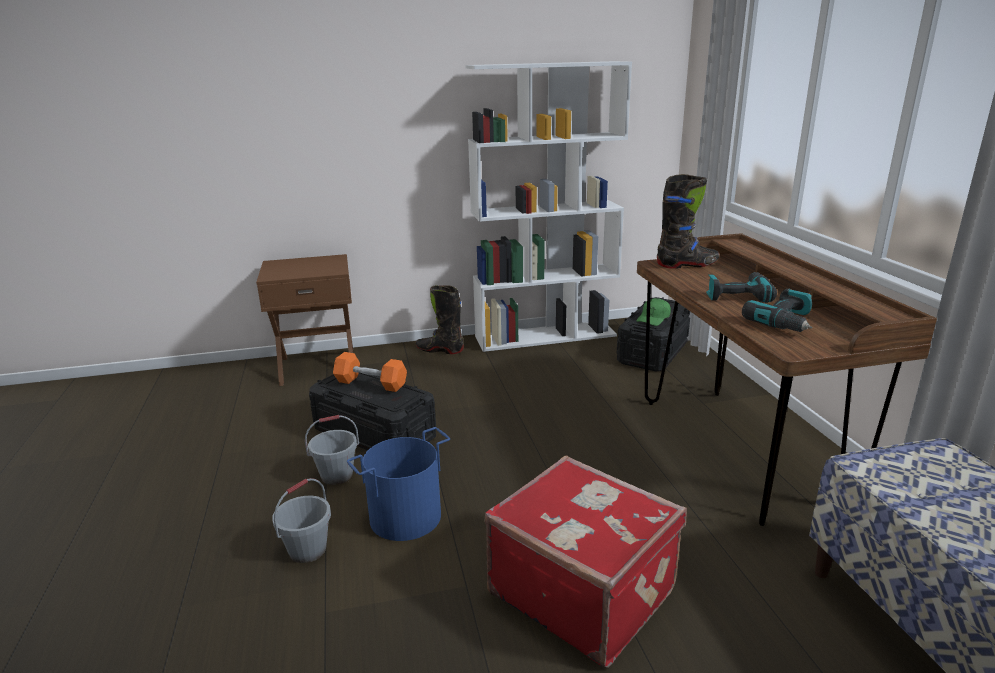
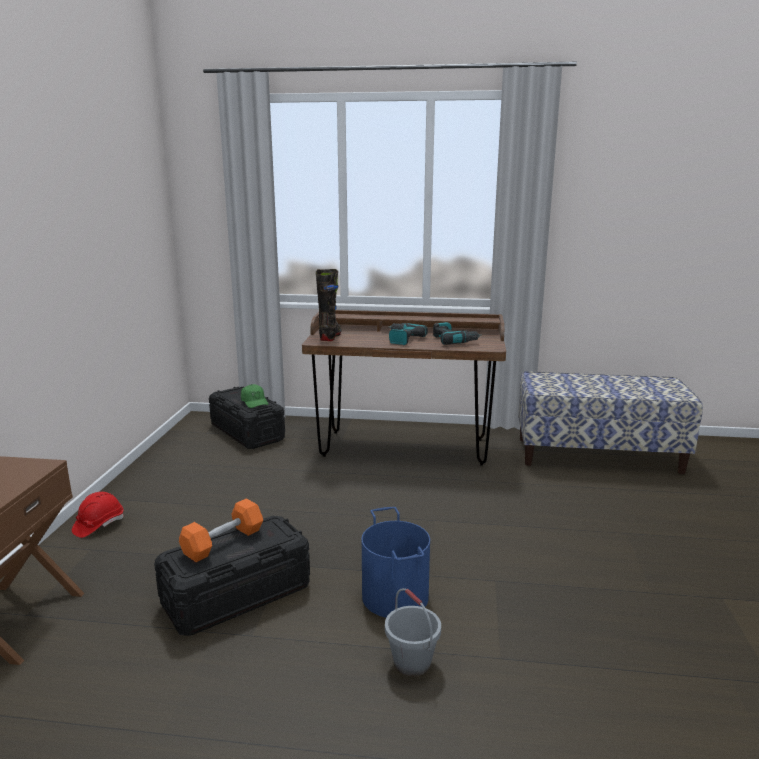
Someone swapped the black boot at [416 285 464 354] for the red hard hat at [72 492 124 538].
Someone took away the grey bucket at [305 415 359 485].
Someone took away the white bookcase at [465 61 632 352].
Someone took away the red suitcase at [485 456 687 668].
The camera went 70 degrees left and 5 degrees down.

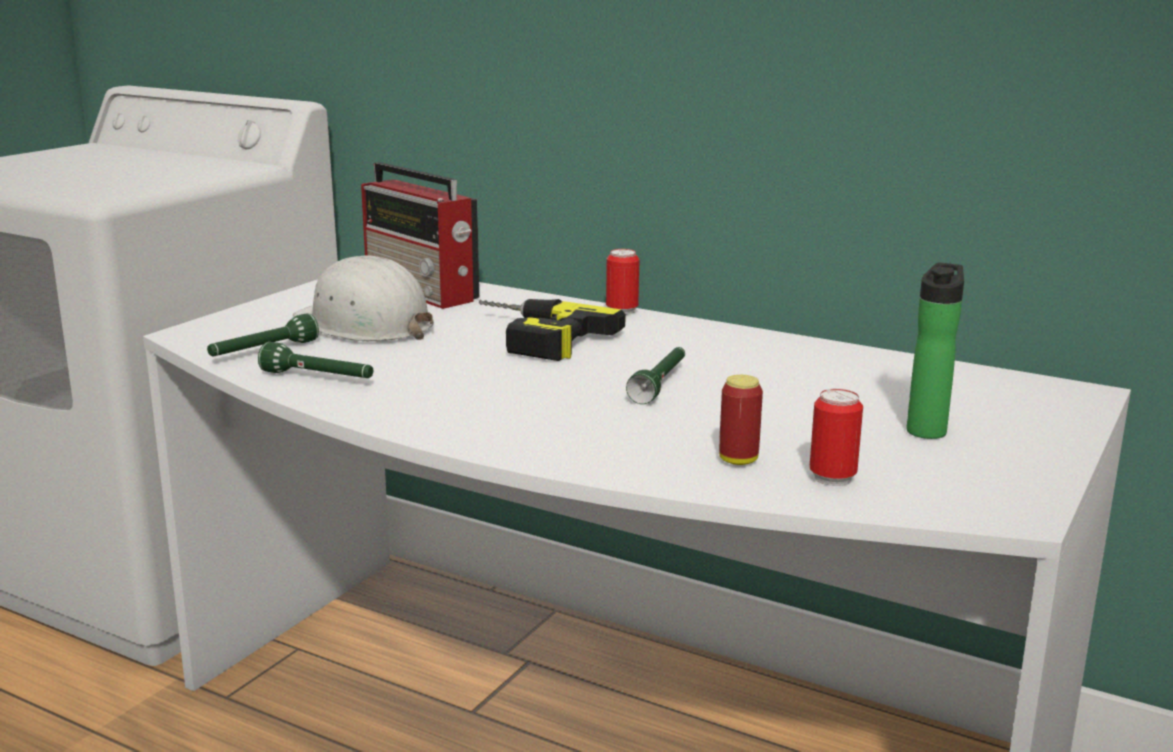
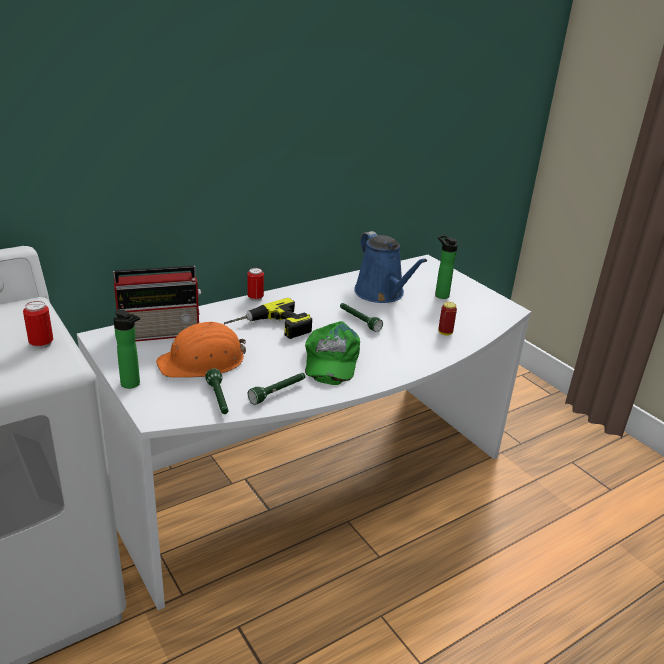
Someone carried the can from [809 389 863 486] to [23 301 53 349].
Someone put down the bottle at [113 309 140 389].
Someone repainted the white hard hat at [293 255 434 341], which became the orange hard hat at [156 322 246 378].
Someone put down the green cap at [305 321 360 385].
Someone put down the blue watering can at [354 231 427 303].
The camera went 65 degrees left and 10 degrees up.

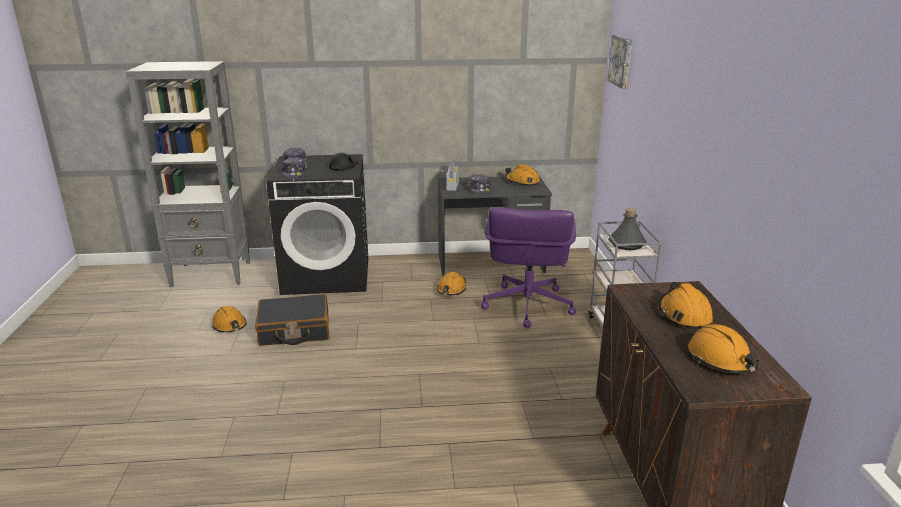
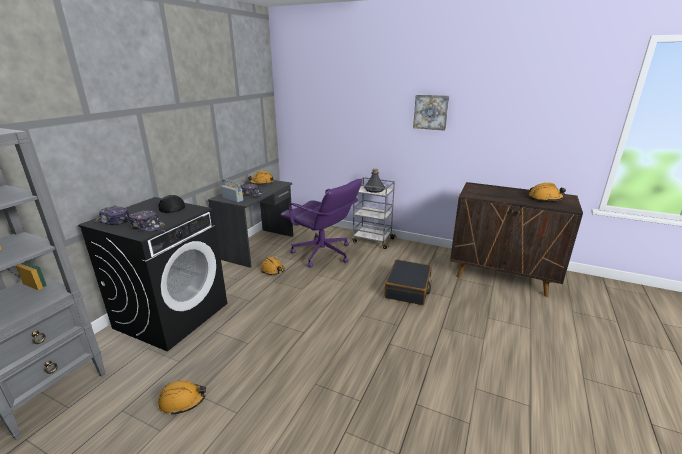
Someone carried the black suitcase from [255 294 330 346] to [385 260 432 305].
Someone carried the picture from [608 35 632 88] to [413 95 449 131].
Someone took away the orange hard hat at [659 282 713 330].
The camera went 60 degrees left and 0 degrees up.

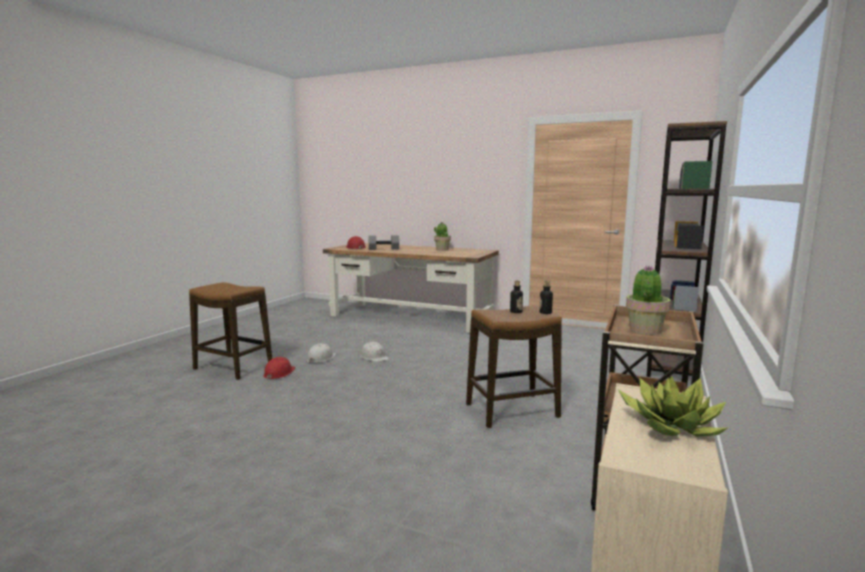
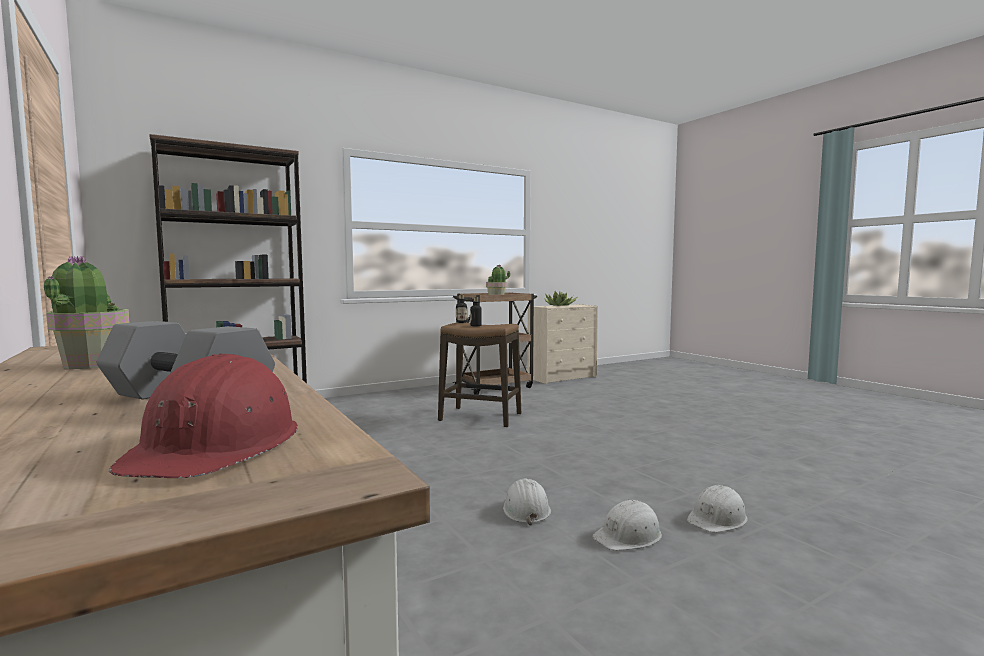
Someone repainted the red hard hat at [263 357 295 380], which became the white hard hat at [687 485 748 533].
Someone took away the stool at [189 282 272 380].
The camera went 145 degrees left and 5 degrees down.

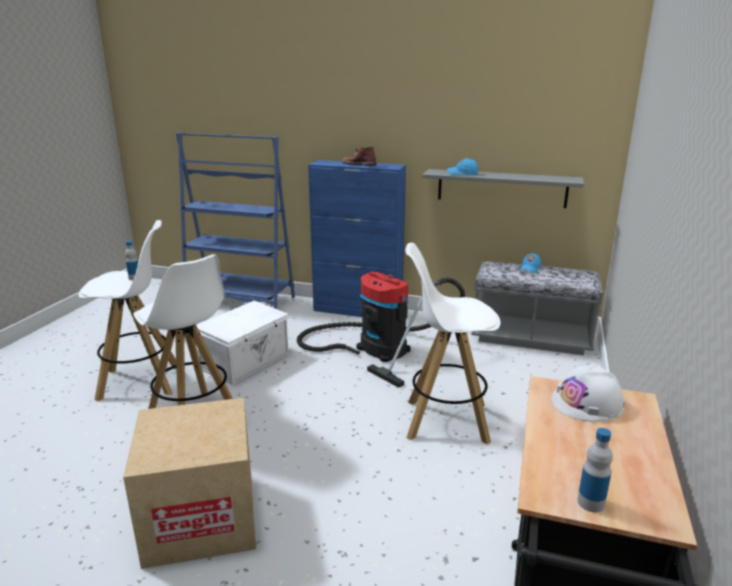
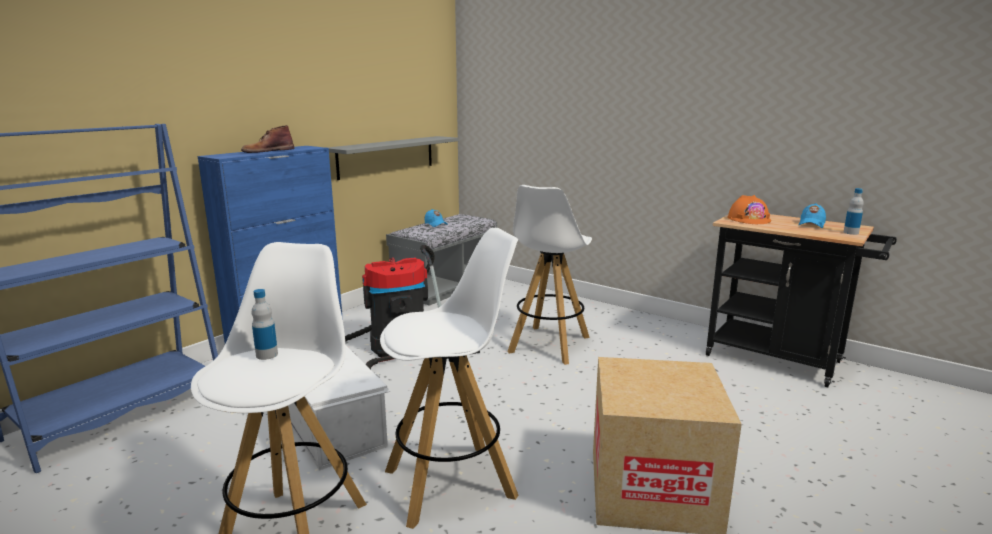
Someone repainted the white hard hat at [551 363 625 422], which became the orange hard hat at [727 195 771 224].
Someone carried the blue cap from [448 158 479 175] to [799 203 826 228].
The camera went 70 degrees left and 5 degrees down.

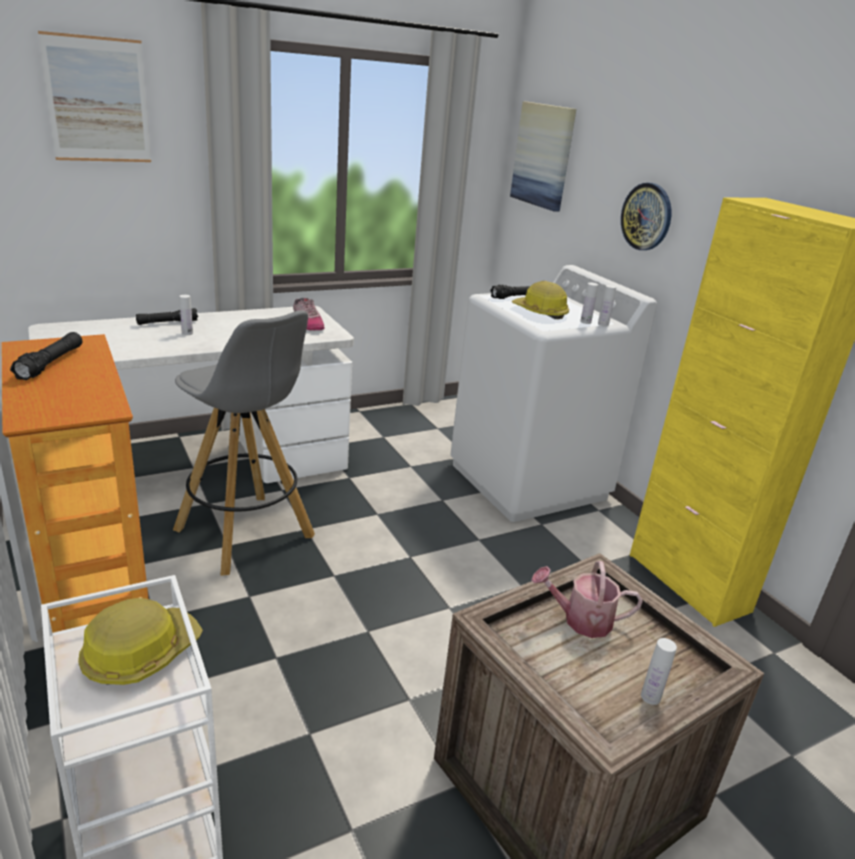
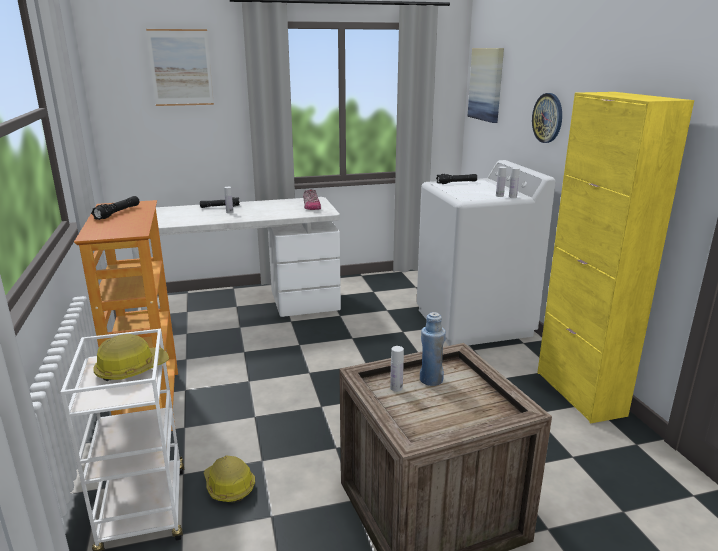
Someone carried the hard hat from [512 281 569 319] to [204 456 255 503].
Someone carried the white bottle from [641 638 677 705] to [390 346 404 392].
Someone swapped the watering can at [531 561 643 638] for the blue bottle at [420 312 446 386].
Someone took away the grey stool at [173 310 315 576].
The camera went 15 degrees right and 5 degrees down.

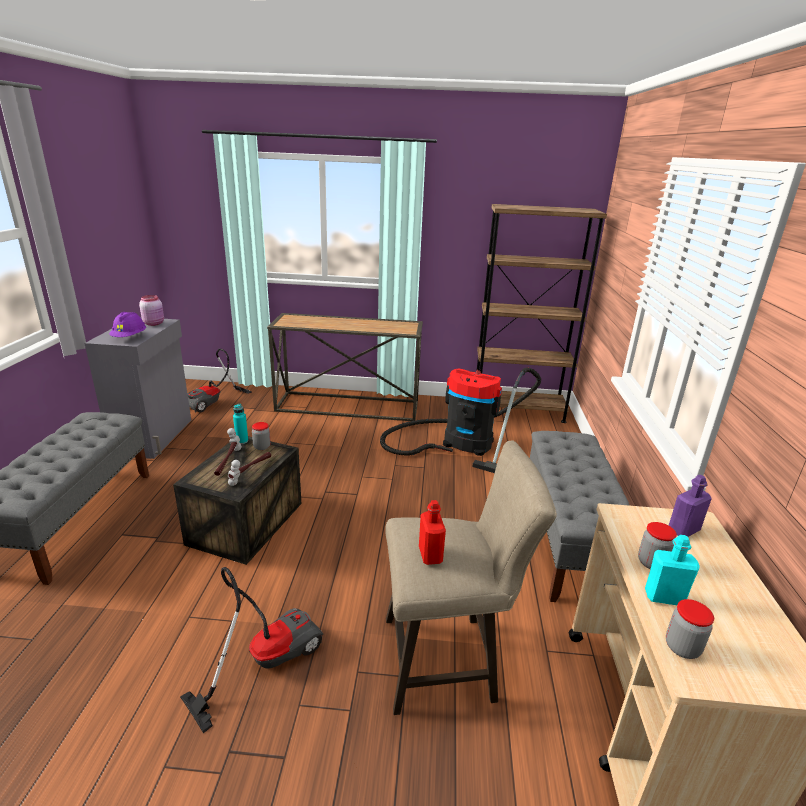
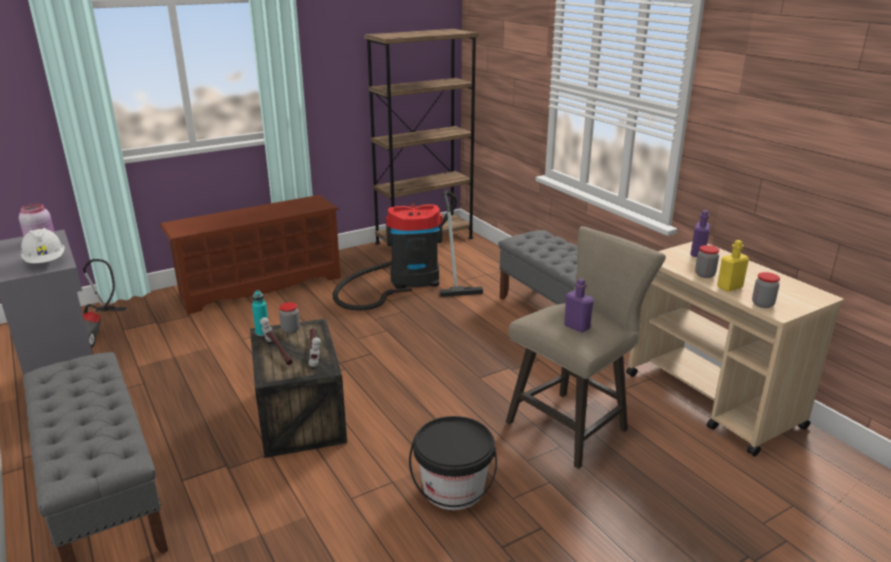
Someone repainted the purple hard hat at [109 312 146 337], which became the white hard hat at [21 228 65 263].
Someone swapped the console table at [267 313 423 421] for the brown shoe rack at [159 195 341 315].
Someone swapped the vacuum cleaner at [180 567 323 733] for the black bucket at [409 416 497 510].
Someone repainted the red bottle at [419 500 446 565], which became the purple bottle at [564 279 594 333].
Someone repainted the turquoise bottle at [645 535 700 605], which became the yellow bottle at [717 240 749 292].
The camera went 35 degrees left and 0 degrees up.

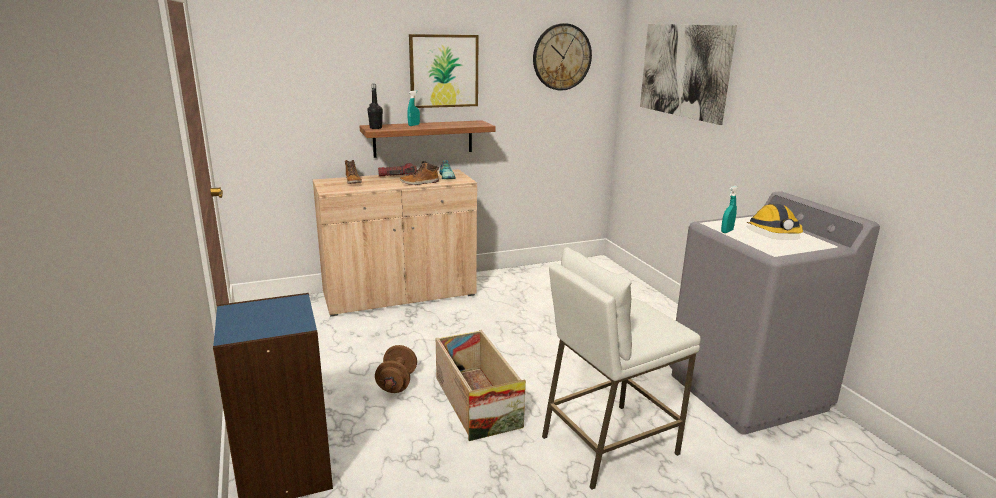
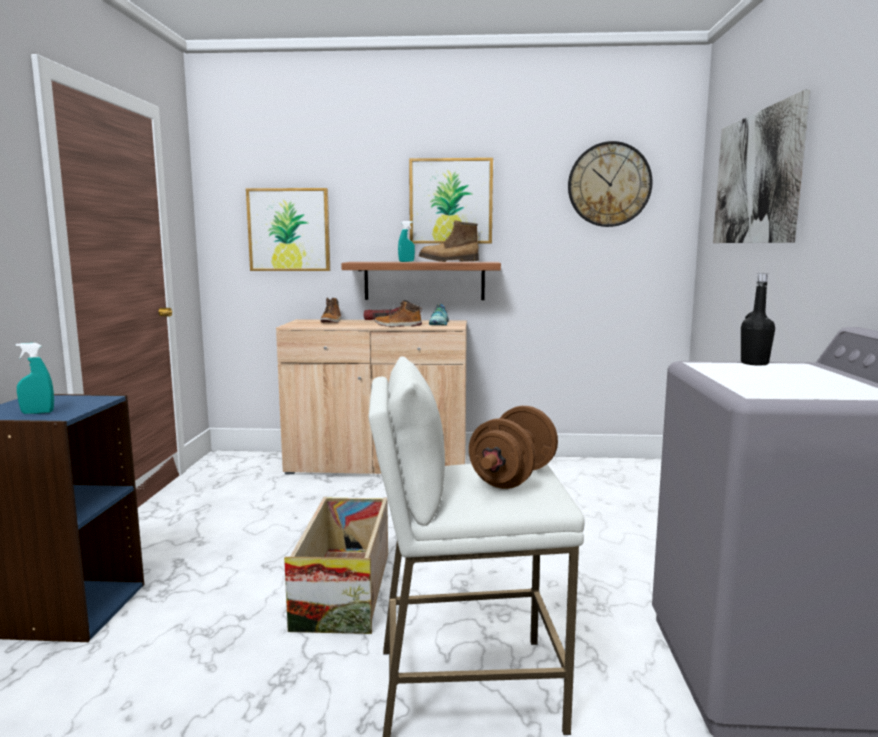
Someone carried the turquoise spray bottle from [721 186 738 233] to [16 343 54 414].
Someone put up the picture at [246 188 330 271].
Someone put down the boot at [419 220 479 262].
Someone carried the brown dumbbell from [375 345 417 393] to [469 406 558 489].
Someone carried the black bottle from [367 84 383 129] to [741 273 775 366].
Someone took away the hard hat at [747 204 803 233].
The camera went 25 degrees right and 10 degrees down.

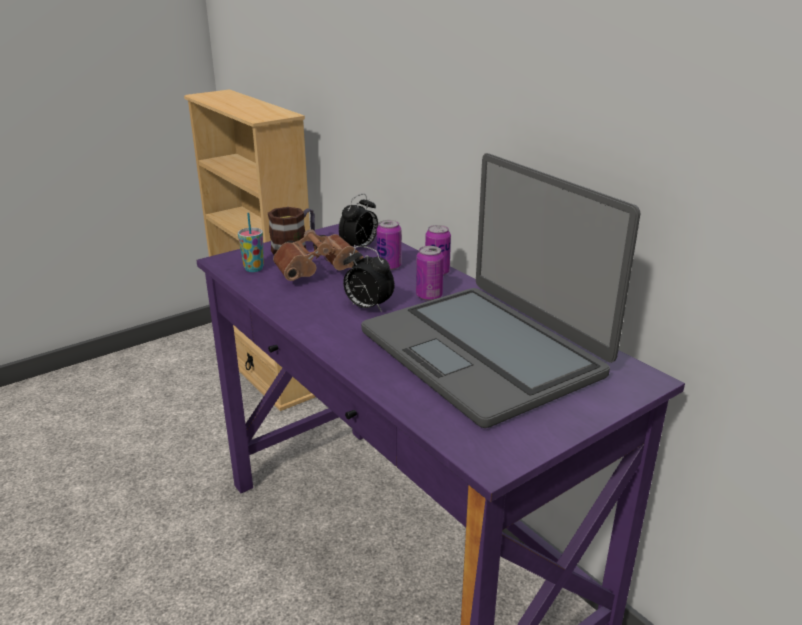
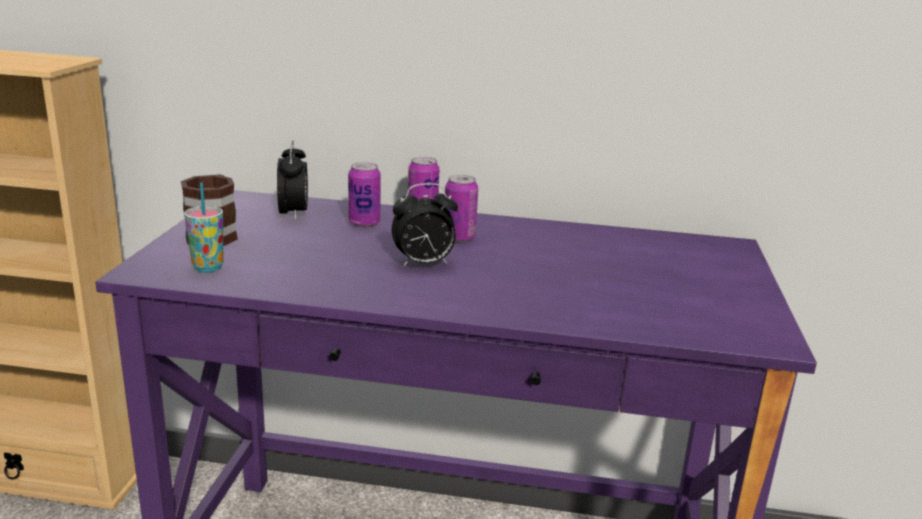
Someone took away the brown binoculars at [273 229 364 281].
Someone took away the laptop at [361 153 640 428].
The camera went 45 degrees left and 5 degrees down.

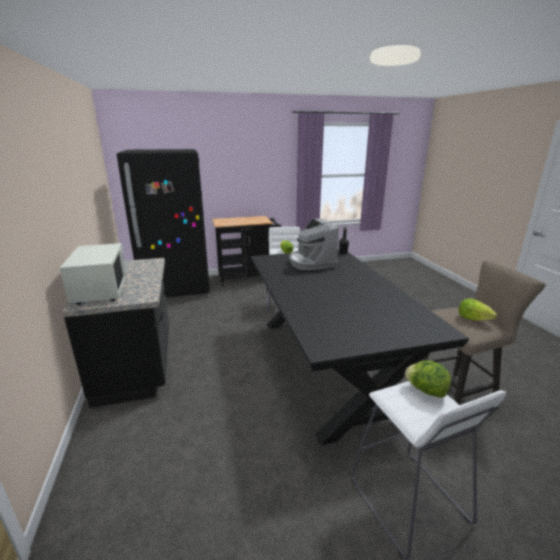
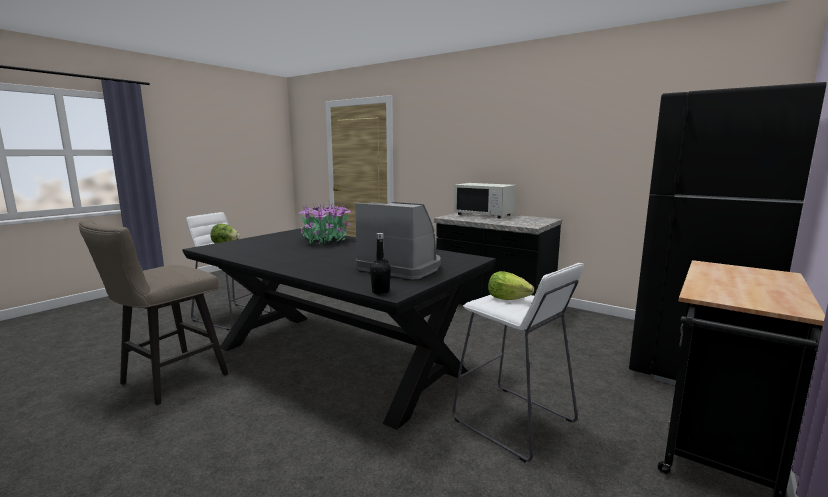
Someone put down the potted plant at [298 203 352 244].
Someone took away the lettuce at [459 298 497 321].
The camera went 140 degrees right and 10 degrees down.

